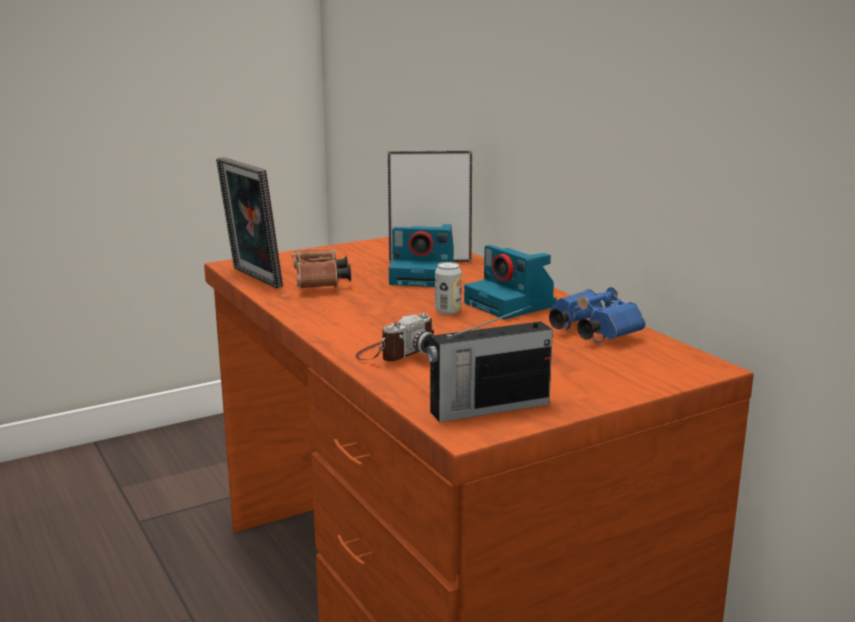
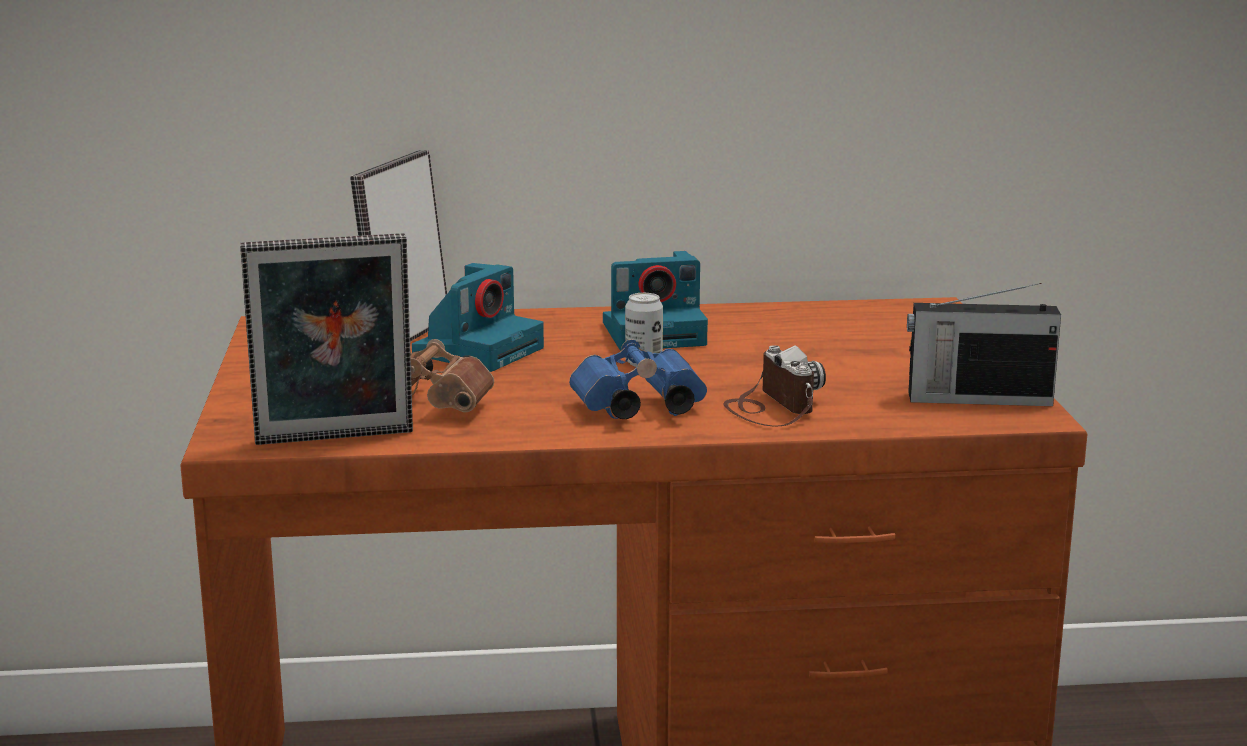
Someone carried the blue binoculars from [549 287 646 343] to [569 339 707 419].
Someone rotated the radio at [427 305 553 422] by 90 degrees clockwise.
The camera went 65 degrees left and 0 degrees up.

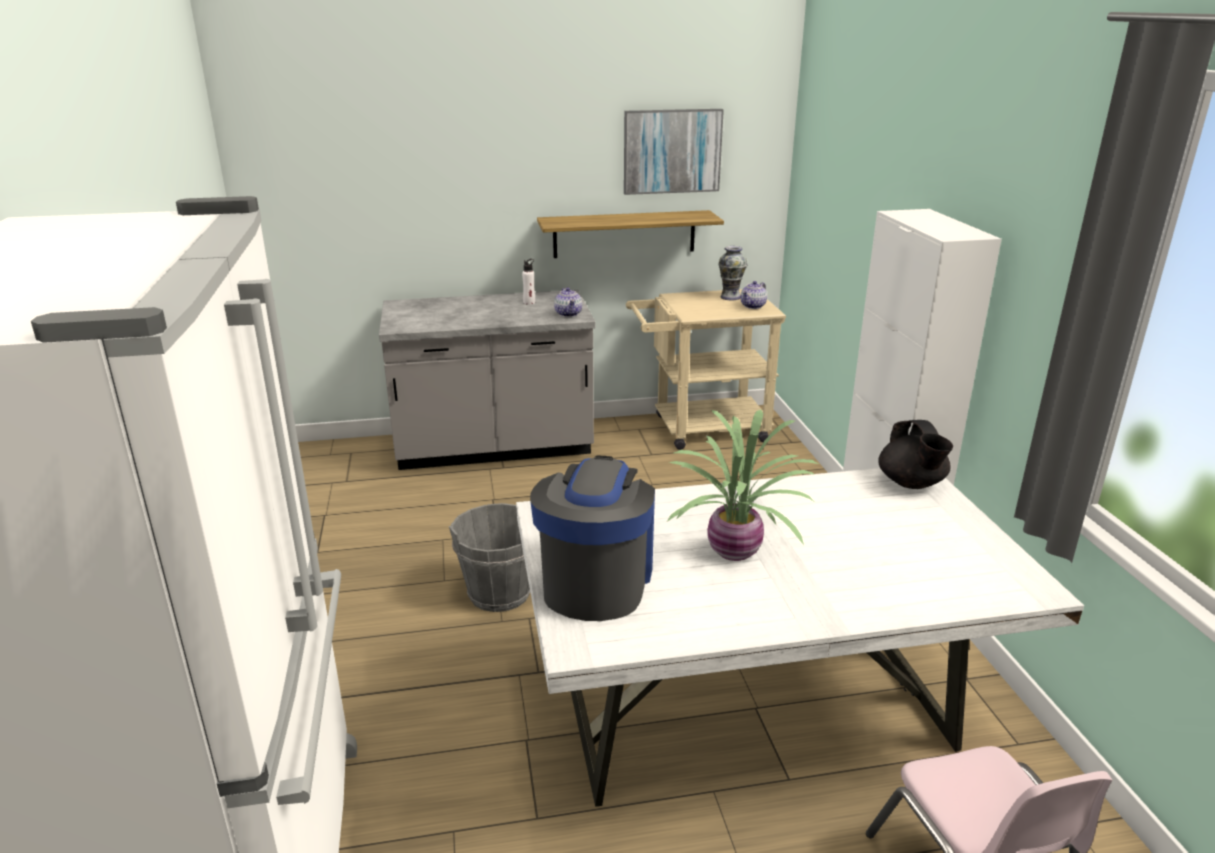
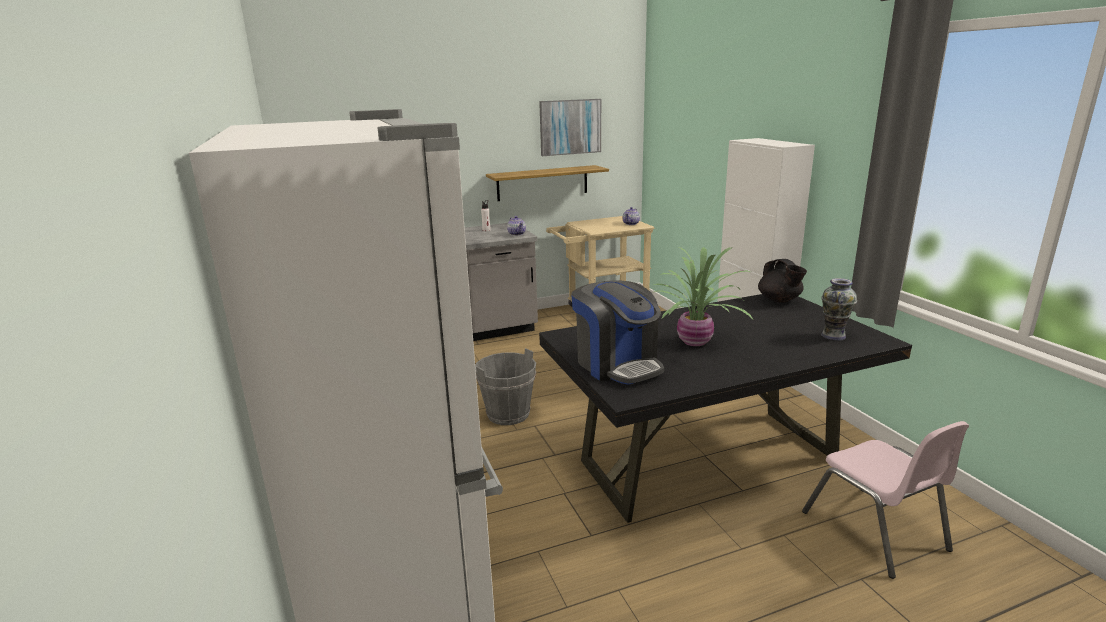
Someone repainted the white dining table at [516 468 1084 807], which became the black dining table at [539 294 912 523].
Someone rotated the coffee machine at [530 455 655 621] by 150 degrees clockwise.
Someone carried the vase from [718 246 747 300] to [821 278 857 341].
The camera went 10 degrees left and 5 degrees down.

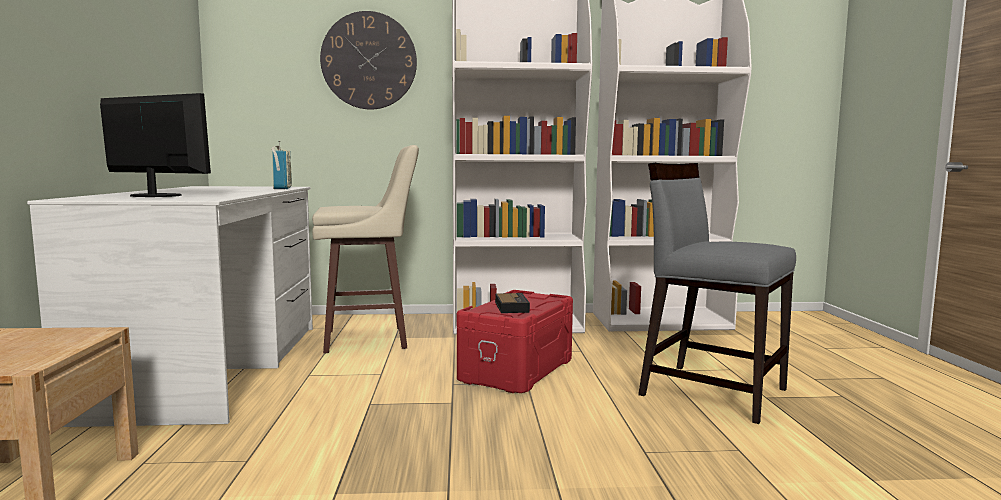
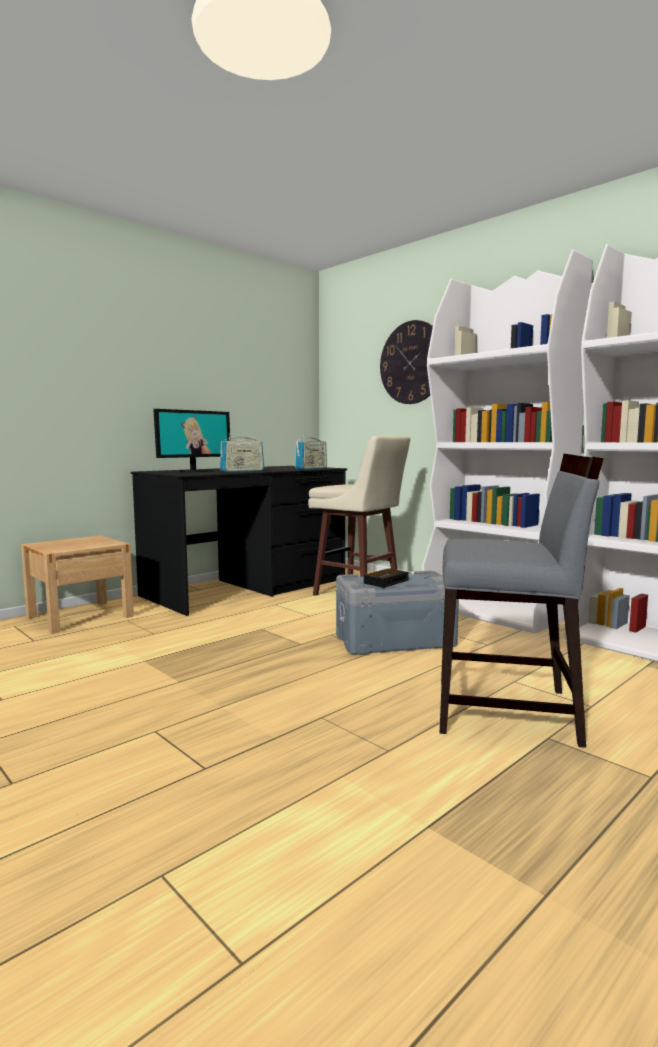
Someone repainted the white desk at [27 186 313 427], which became the black desk at [131 466 347 616].
Someone rotated the monitor at [100 93 211 197] by 60 degrees clockwise.
Someone put down the radio at [220 434 264 472].
Someone repainted the red storage box at [457 290 573 393], which became the grey storage box at [336 571 459 655].
Someone rotated the grey chair at [638 163 796 424] by 105 degrees clockwise.
The camera went 50 degrees right and 0 degrees up.

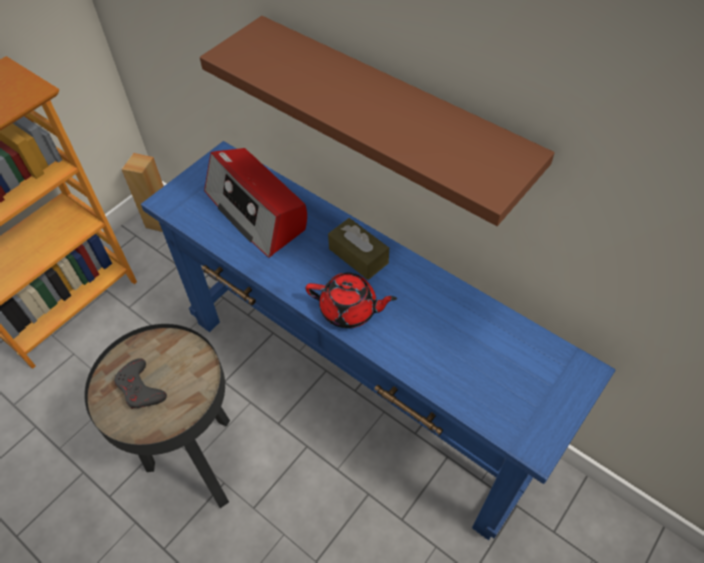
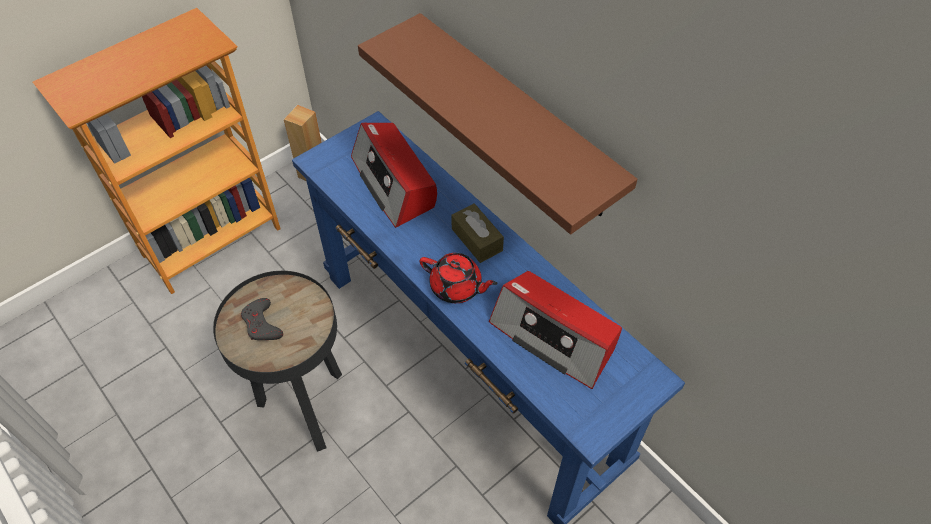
Someone put down the radio at [489 271 622 389].
The camera went 10 degrees right and 0 degrees up.

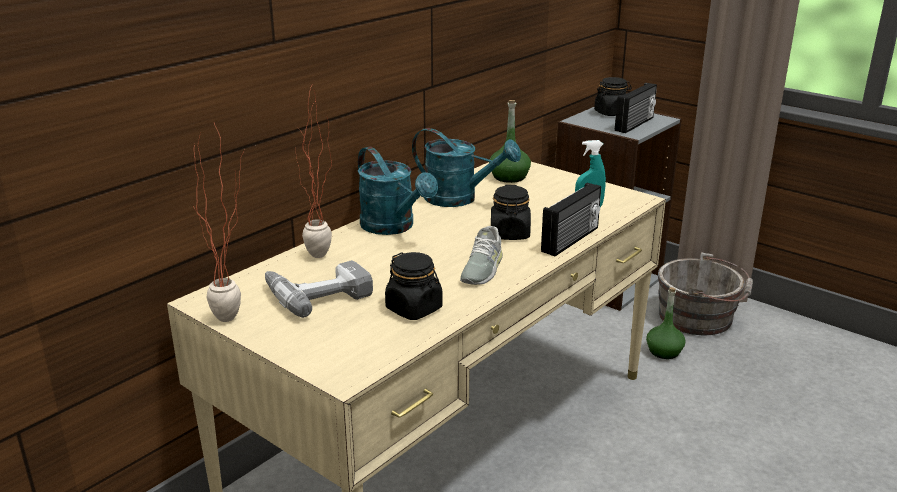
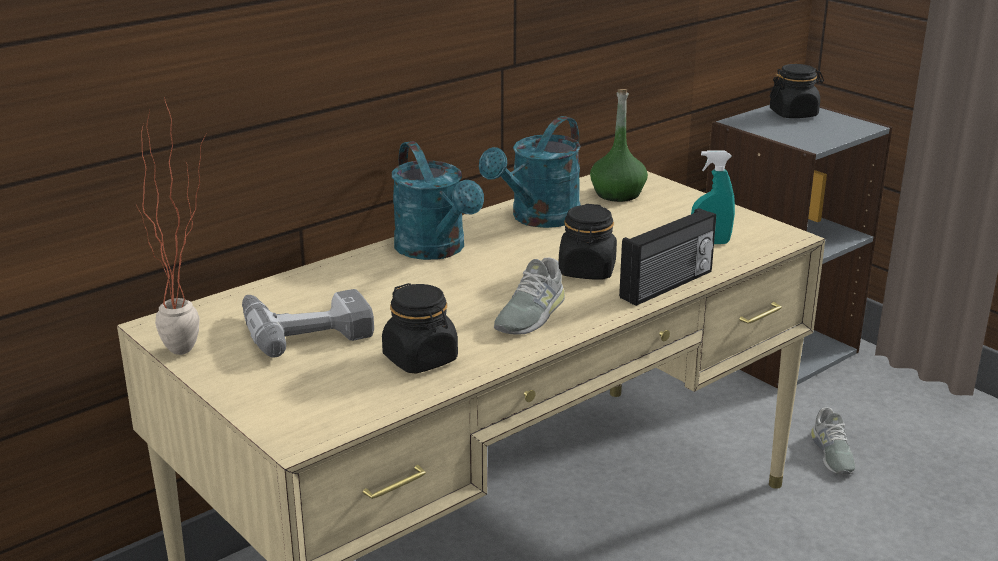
Someone rotated the turquoise watering can at [412 128 521 207] by 90 degrees clockwise.
Someone swapped the green bottle at [646 287 685 359] for the grey shoe at [811 407 855 475].
Someone took away the potted plant at [296 85 332 258].
Someone took away the radio at [615 83 657 133].
Someone took away the grey bucket at [658 252 753 335].
The camera went 10 degrees right and 0 degrees up.

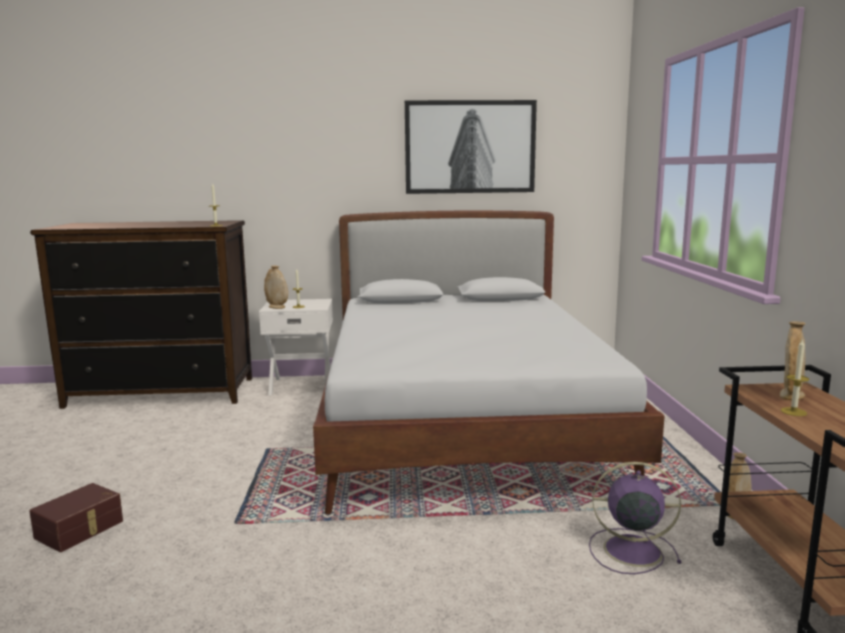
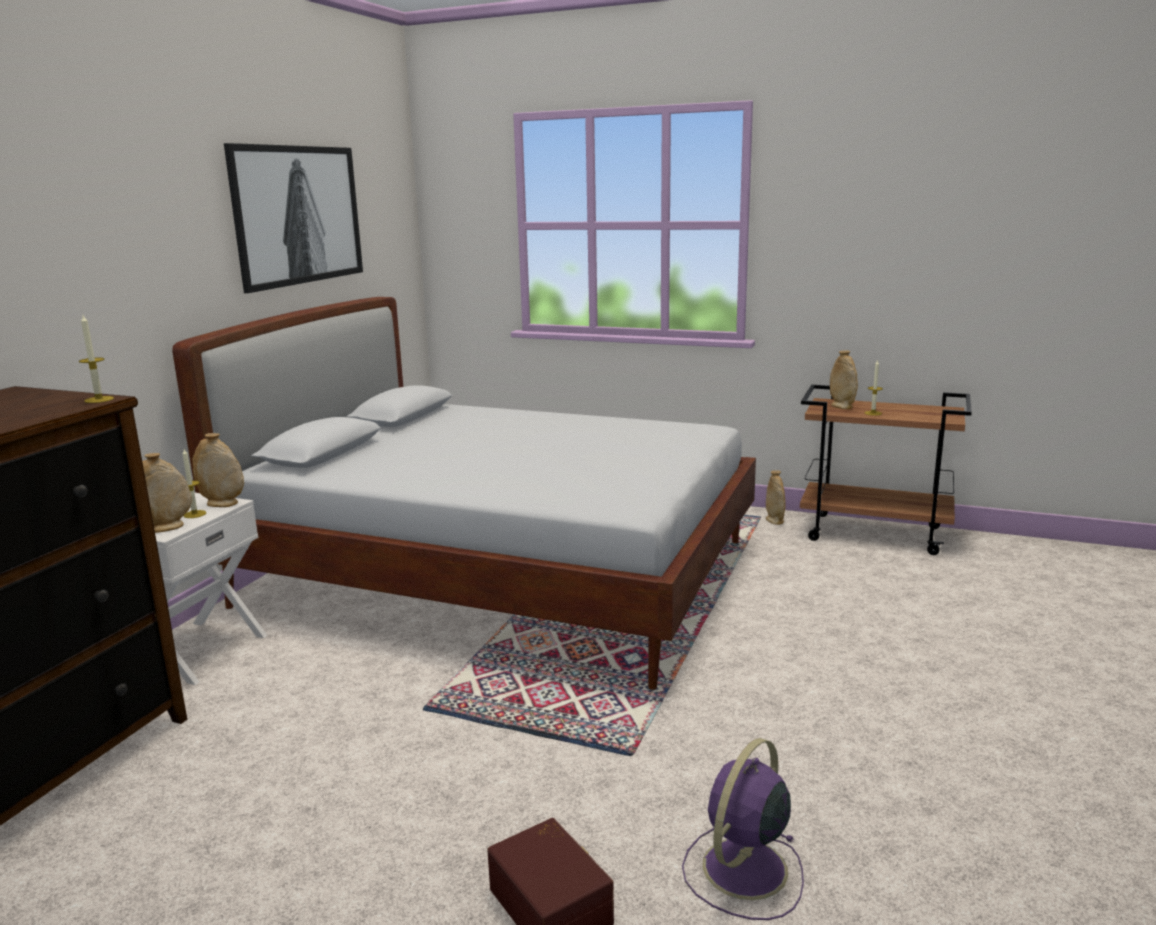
Someone put down the beige vase at [193 433 244 507].
Someone carried the purple fan from [589 462 682 574] to [682 738 804 920].
The camera went 65 degrees left and 5 degrees up.

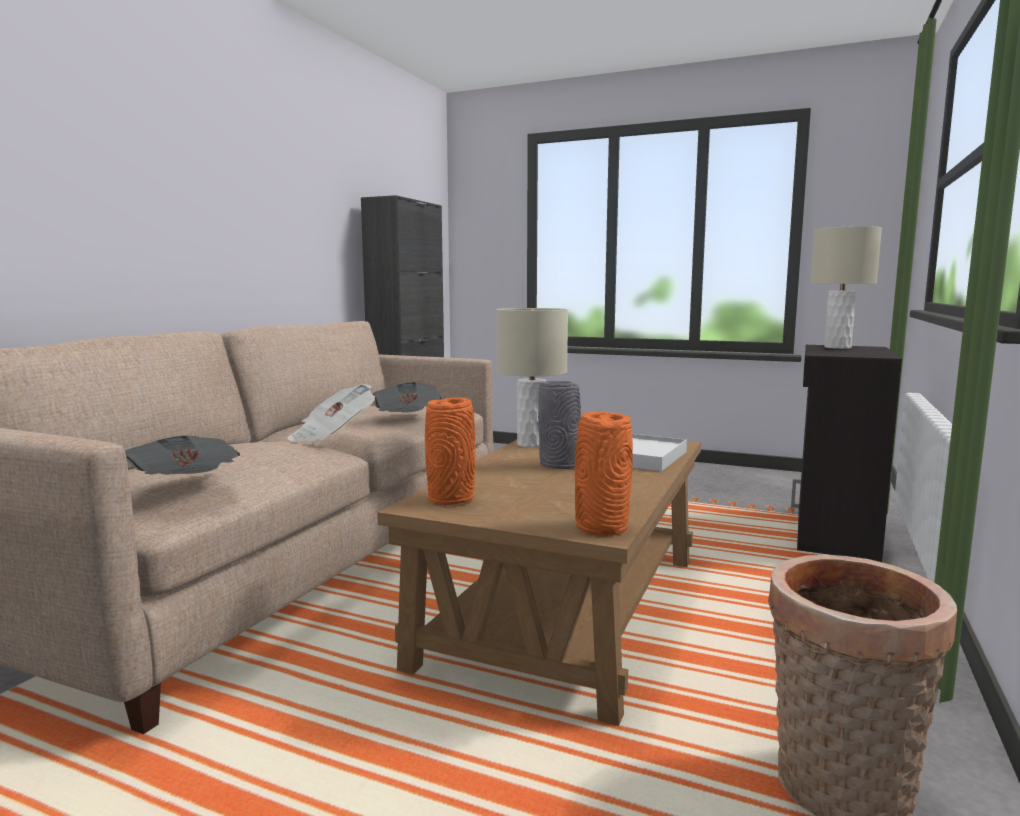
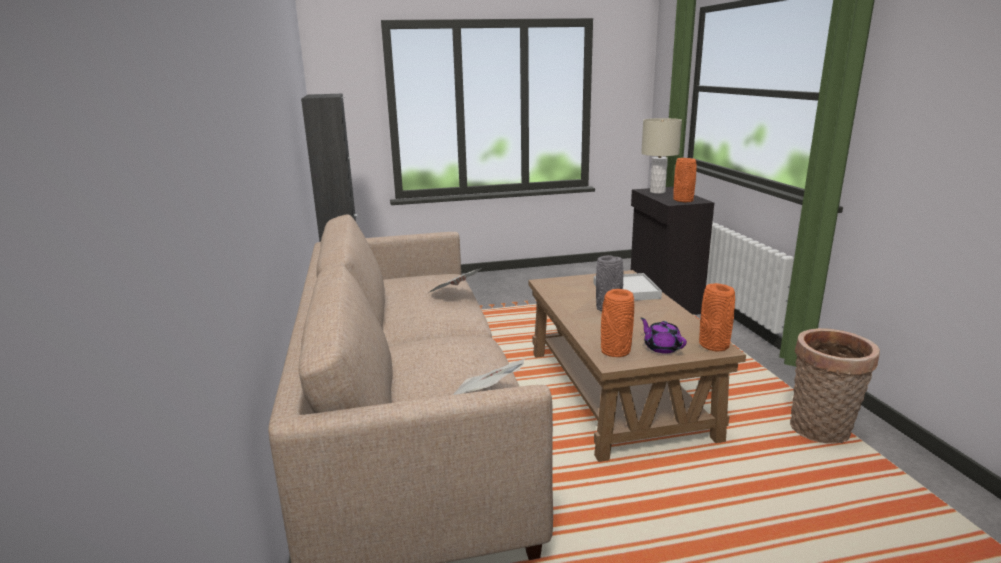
Someone put down the purple teapot at [641 318 687 353].
Someone put down the orange vase at [673 158 696 202].
Someone took away the newspaper at [287 384 375 442].
Someone took away the beige table lamp at [497 308 568 448].
The camera went 35 degrees left and 10 degrees up.

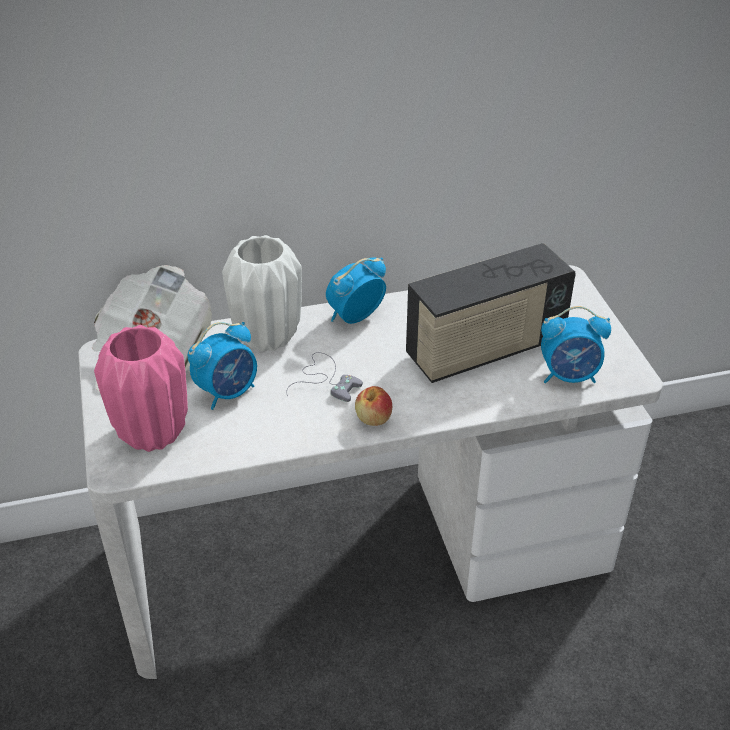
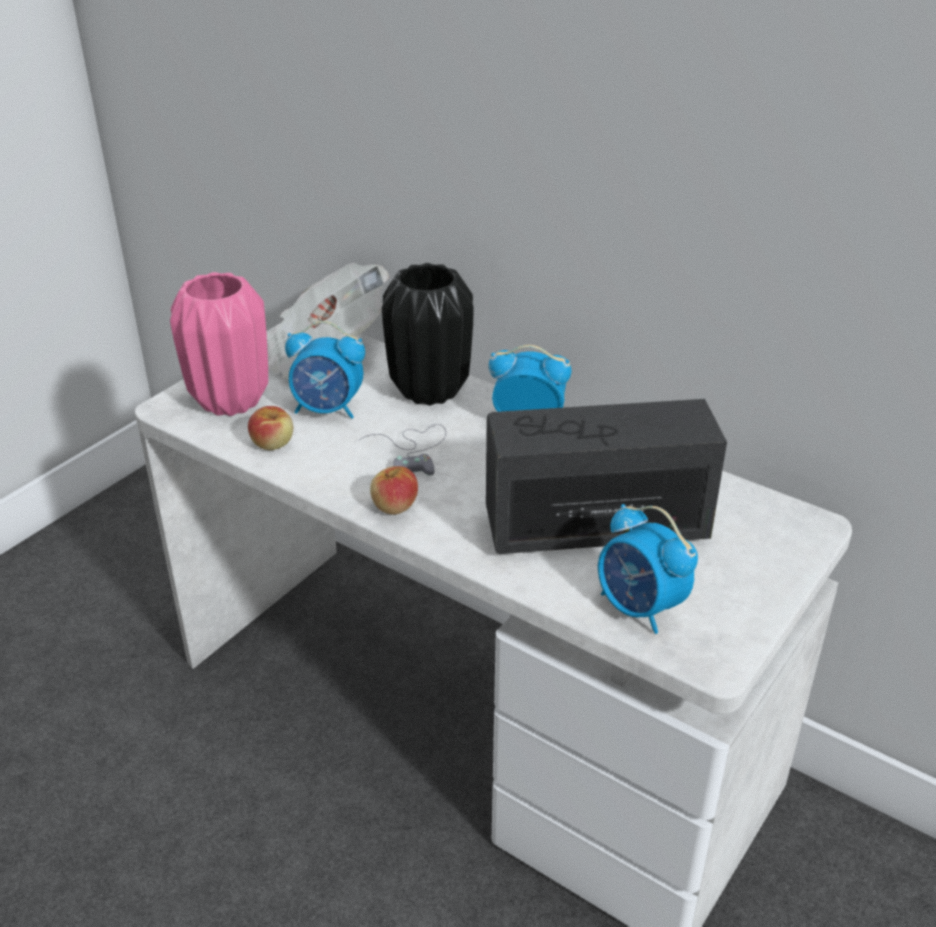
Someone put down the apple at [248 406 293 450].
Someone repainted the white vase at [222 235 302 352], which became the black vase at [382 263 474 406].
Someone rotated the radio at [406 243 576 383] by 150 degrees clockwise.
The camera went 50 degrees right and 5 degrees down.

